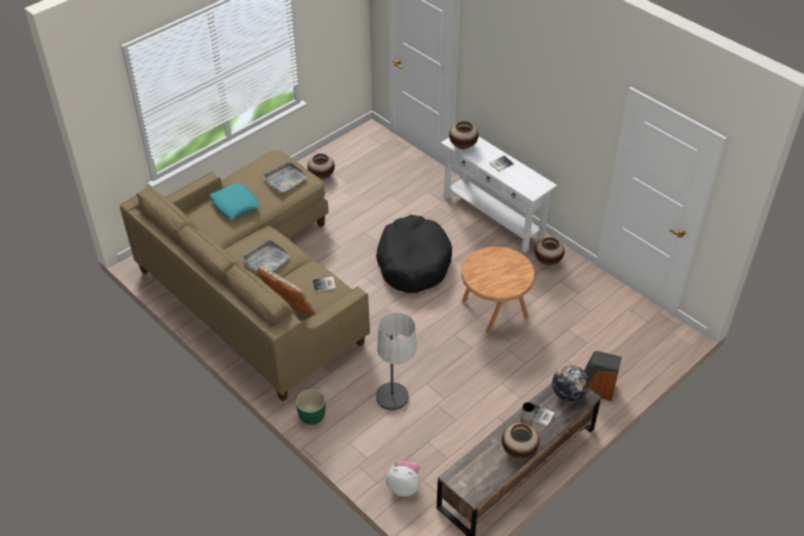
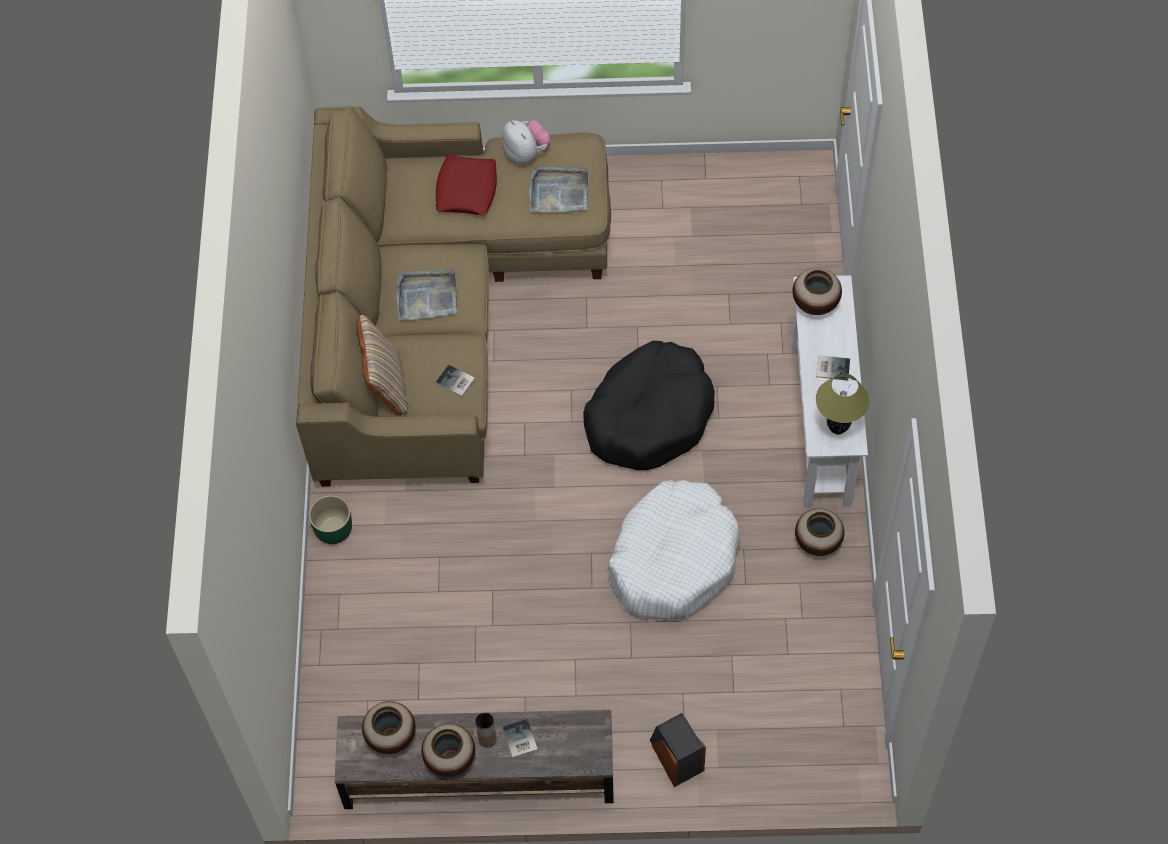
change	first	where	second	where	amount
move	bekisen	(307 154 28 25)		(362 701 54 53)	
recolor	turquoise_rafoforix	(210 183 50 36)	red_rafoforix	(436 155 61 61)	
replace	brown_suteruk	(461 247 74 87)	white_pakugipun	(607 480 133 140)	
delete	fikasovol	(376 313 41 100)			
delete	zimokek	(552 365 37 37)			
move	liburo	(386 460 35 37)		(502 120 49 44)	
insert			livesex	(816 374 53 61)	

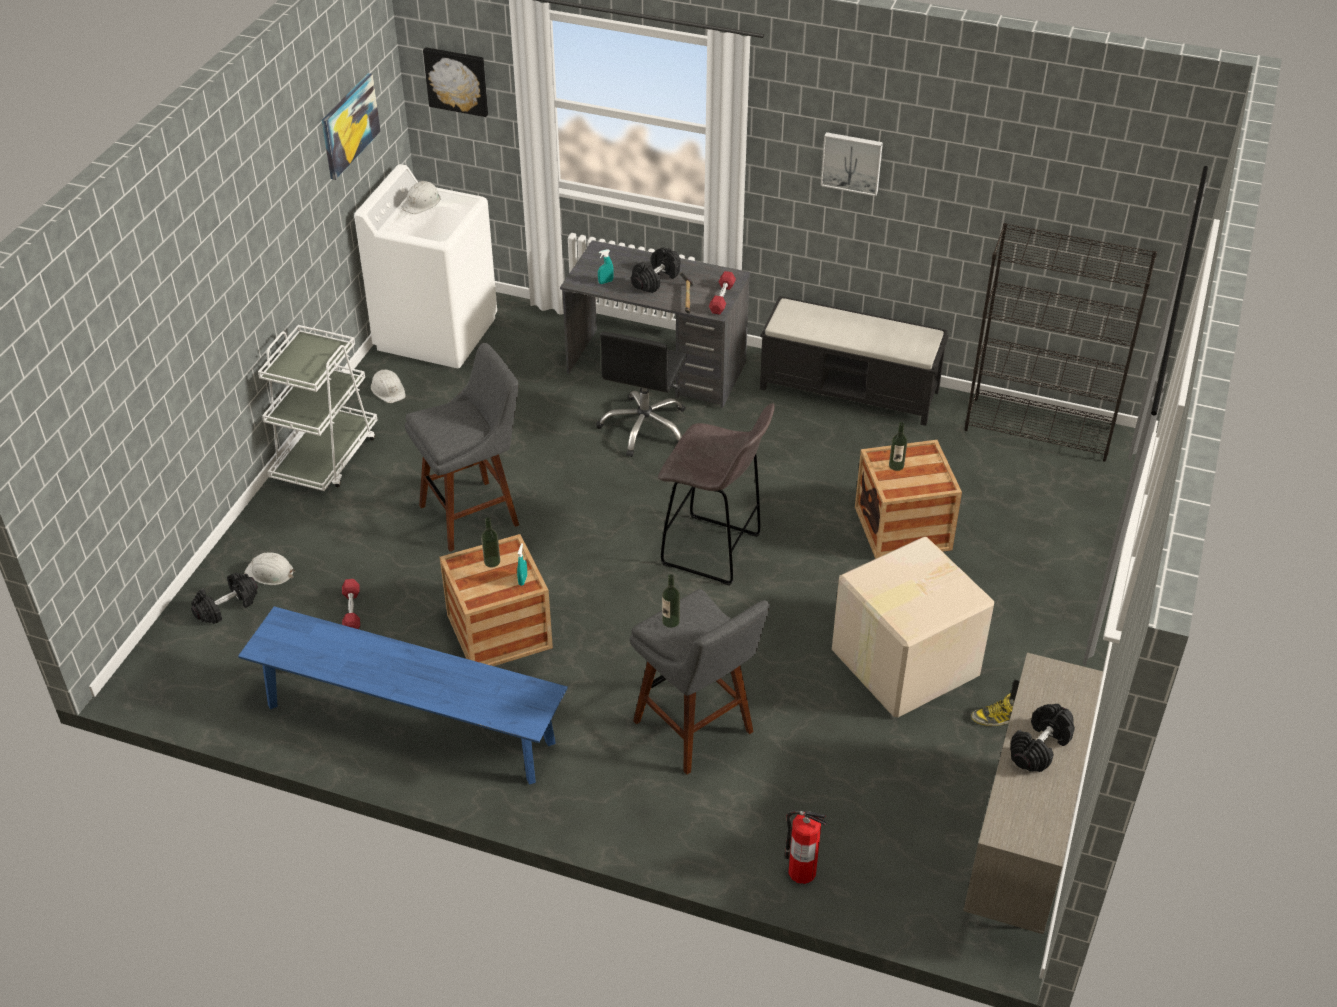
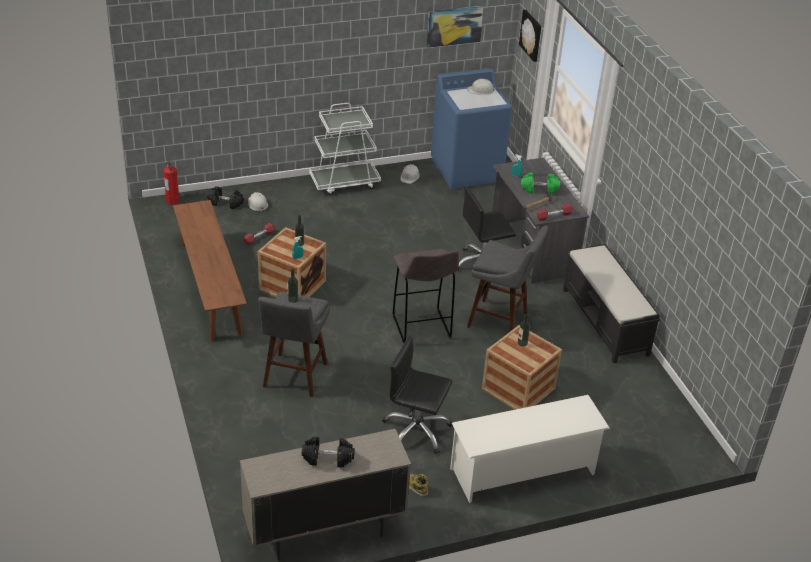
change	first	where	second	where	amount
delete	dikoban	(821 132 62 64)			
recolor	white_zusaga	(354 164 143 204)	blue_zusaga	(431 68 81 121)	
delete	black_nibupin	(965 223 192 239)			
recolor	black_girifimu	(631 247 50 46)	green_girifimu	(521 173 39 22)	
move	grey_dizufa	(405 343 114 208)		(467 226 81 105)	
replace	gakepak	(832 537 162 180)	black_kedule	(382 335 70 119)	
recolor	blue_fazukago	(238 606 330 179)	brown_fazukago	(173 200 74 141)	
move	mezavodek	(785 810 42 74)		(163 161 16 44)	
insert			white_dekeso	(450 395 160 108)	

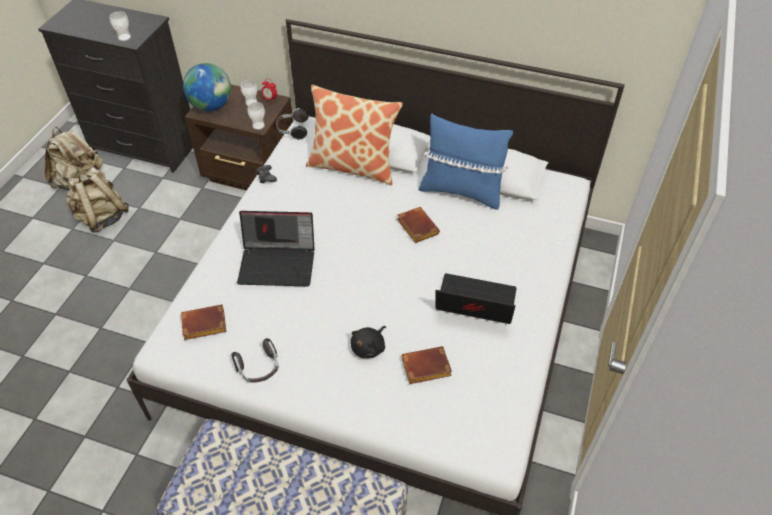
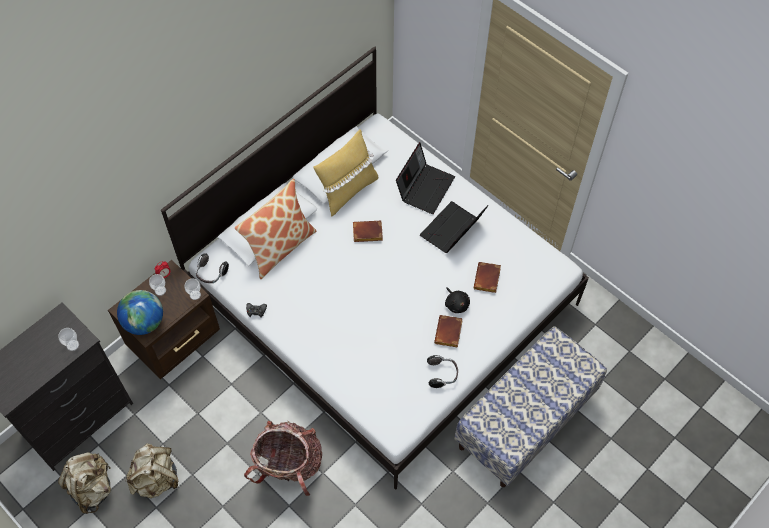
change	first	where	second	where	amount
recolor	blue_rafoforix	(419 113 94 97)	yellow_rafoforix	(313 129 65 88)	
move	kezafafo	(237 211 78 75)		(396 142 59 72)	
move	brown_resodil	(181 305 45 35)		(434 315 29 33)	
insert			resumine	(244 421 78 75)	

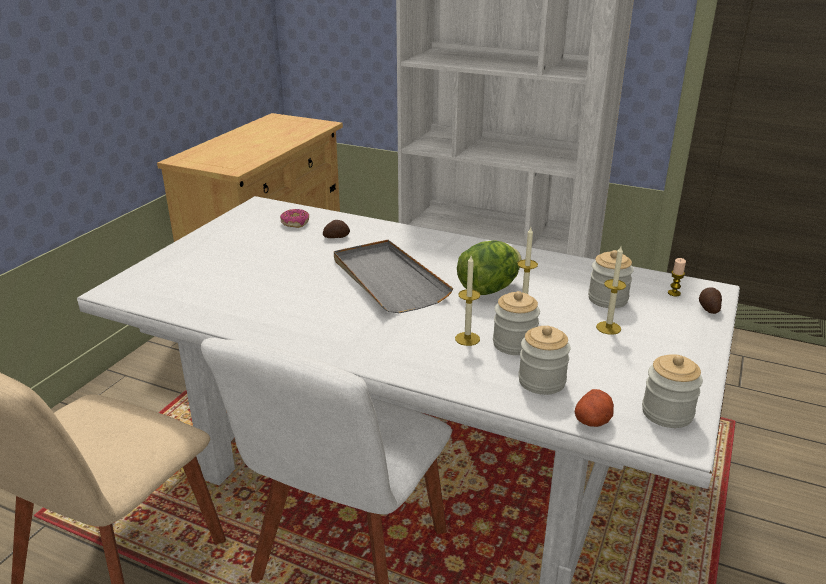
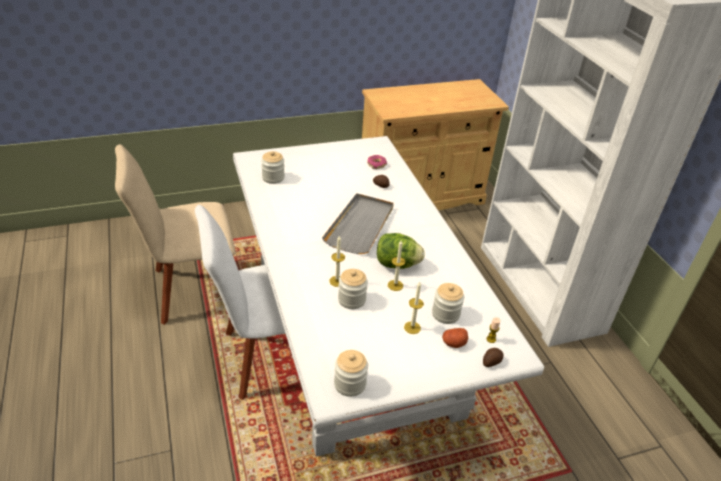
change	first	where	second	where	amount
move	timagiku	(518 326 53 69)		(261 151 24 33)	
move	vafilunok	(575 389 39 38)		(442 328 27 20)	

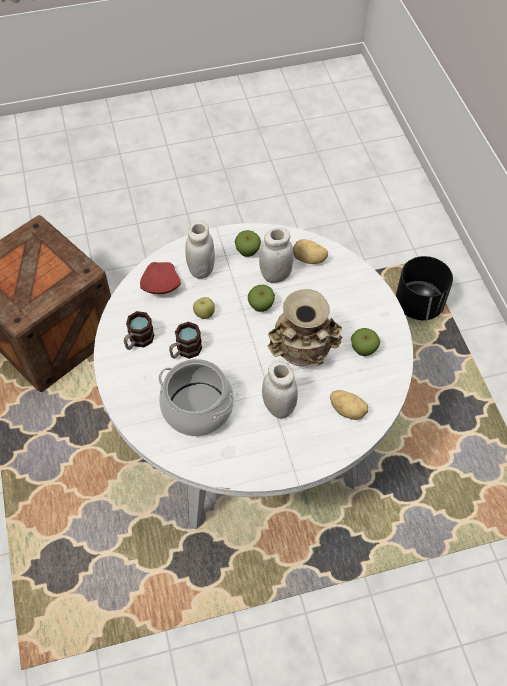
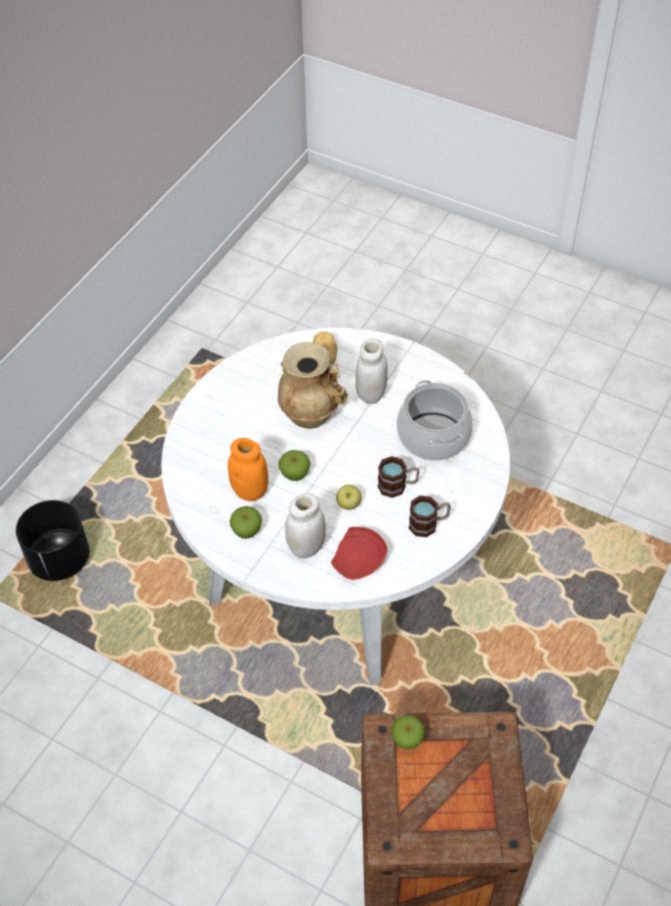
change	first	where	second	where	amount
recolor	white_timagiku	(259 228 35 55)	orange_timagiku	(228 438 40 63)	
delete	vafilunok	(293 239 35 25)			
move	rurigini	(351 328 29 28)		(391 715 34 34)	

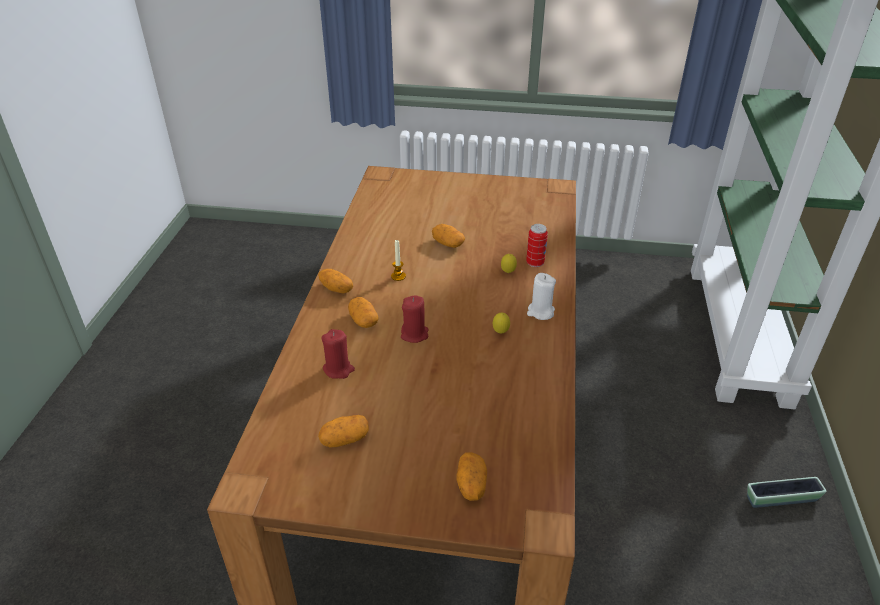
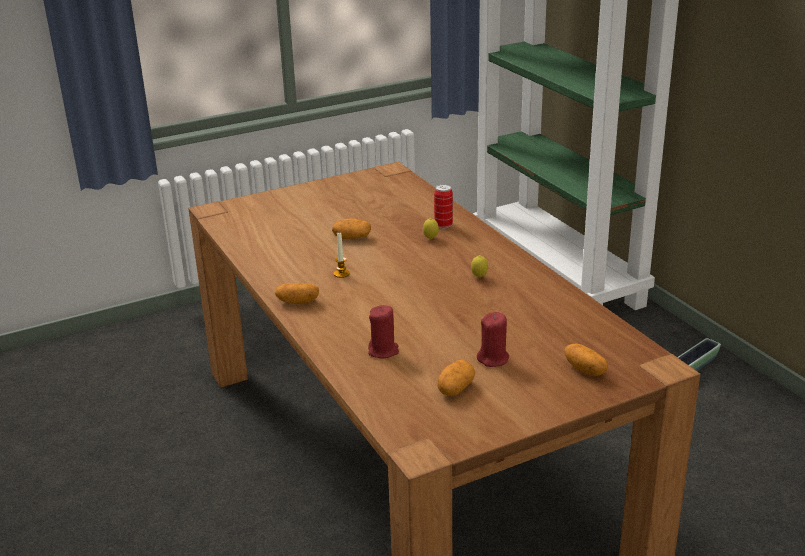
change	first	where	second	where	amount
delete	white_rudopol	(527 273 29 47)			
move	red_rudopol	(401 295 28 48)		(477 312 32 55)	
delete	vafilunok	(348 297 30 31)			

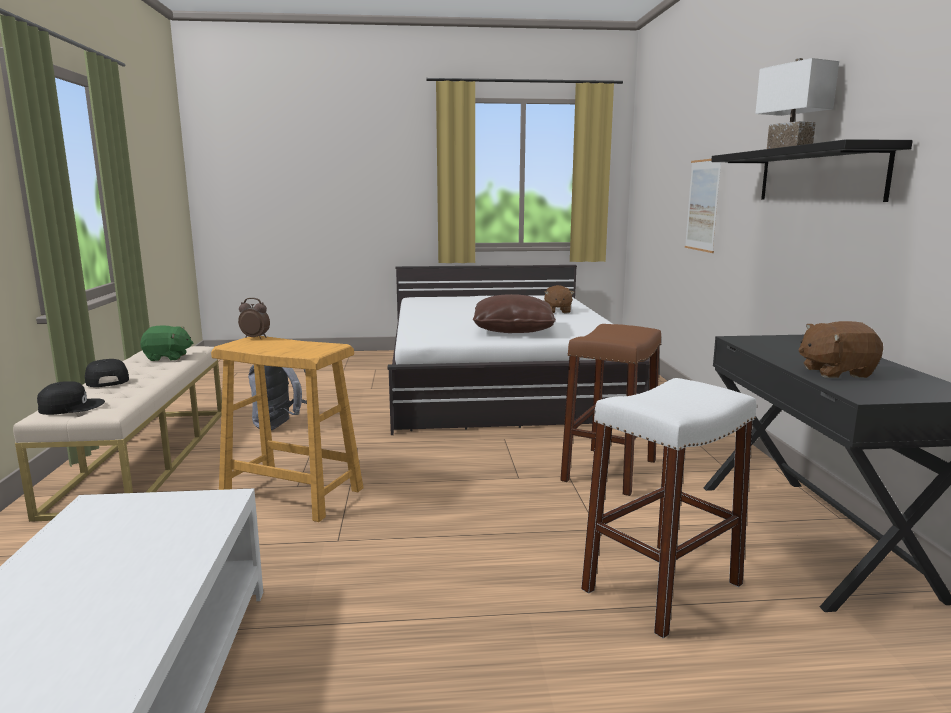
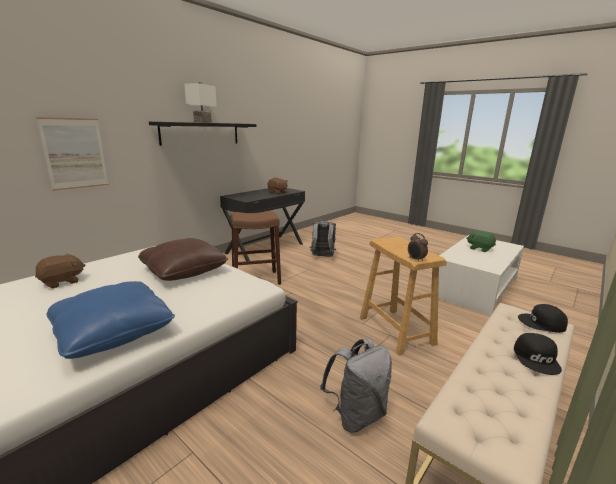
change	first	where	second	where	amount
move	green_liburo	(140 325 53 36)		(466 231 30 21)	
replace	white_dizufa	(581 378 175 260)	grey_resumine	(310 221 26 36)	
insert			blue_rafoforix	(46 281 129 78)	

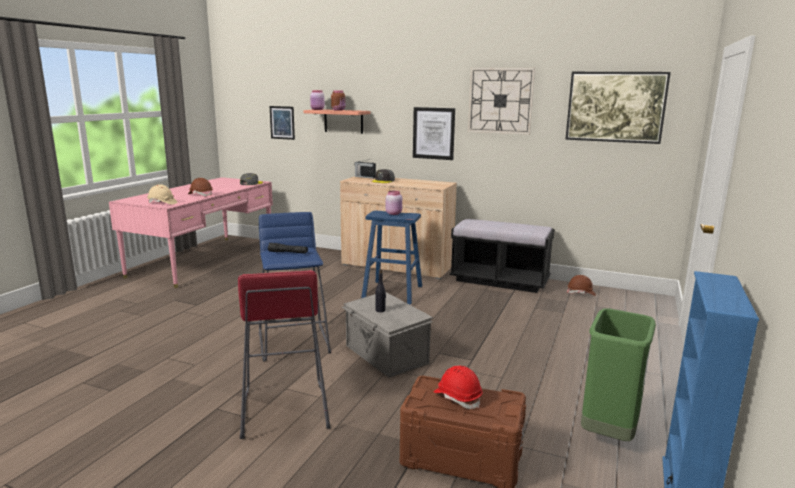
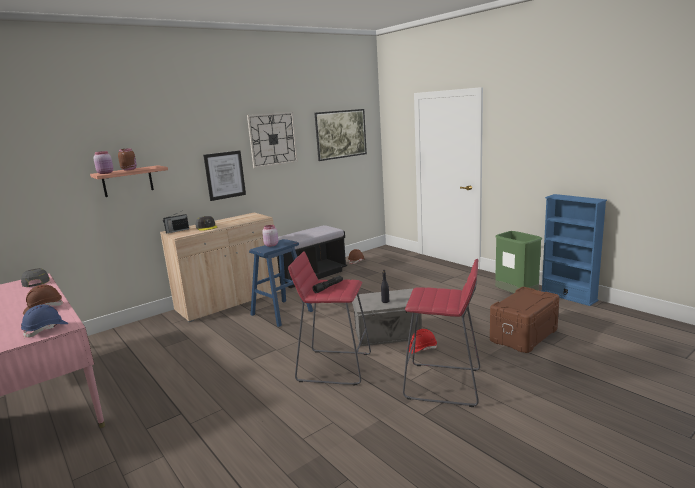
change	first	where	second	where	amount
delete	dikoban	(270 106 25 34)			
recolor	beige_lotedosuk	(147 184 30 21)	blue_lotedosuk	(21 305 48 34)	
recolor	blue_dizufa	(259 212 72 150)	red_dizufa	(288 251 83 134)	
move	red_lotedosuk	(434 365 49 44)		(409 329 28 25)	

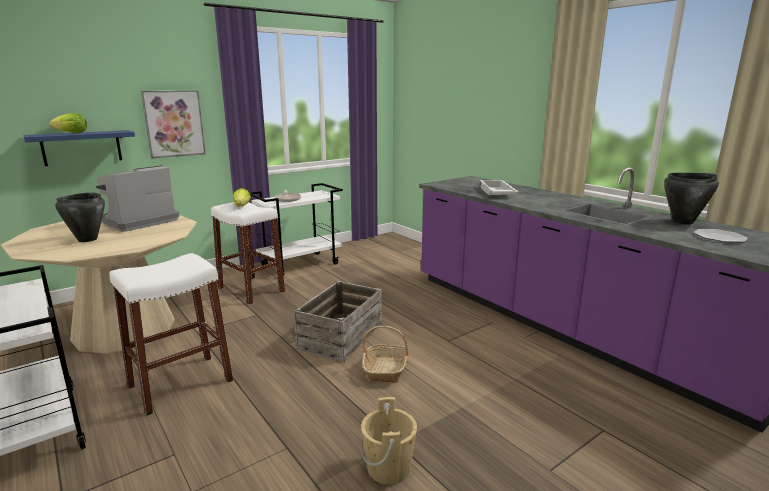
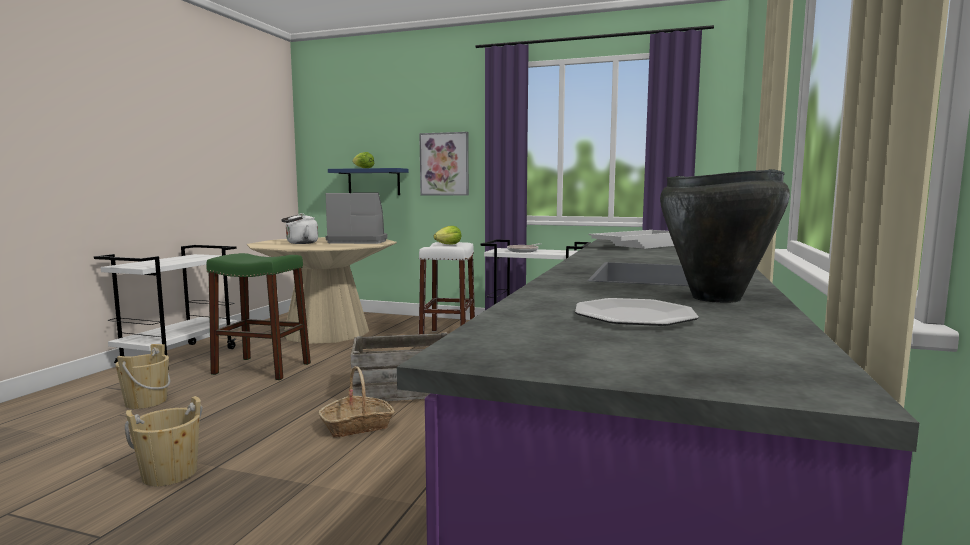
change	first	where	second	where	amount
replace	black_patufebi	(55 193 50 49)	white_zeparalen	(281 213 37 31)	
recolor	white_dizufa	(110 253 123 163)	green_dizufa	(206 253 105 127)	
insert			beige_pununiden	(115 344 55 65)	

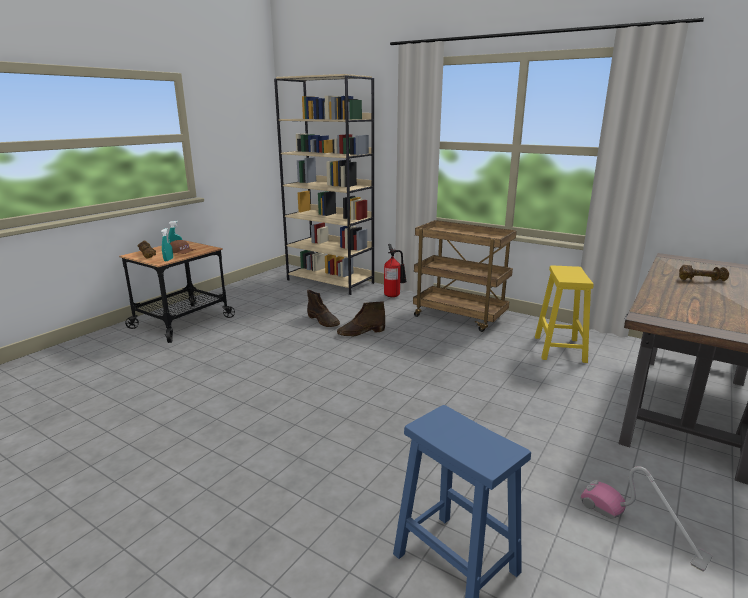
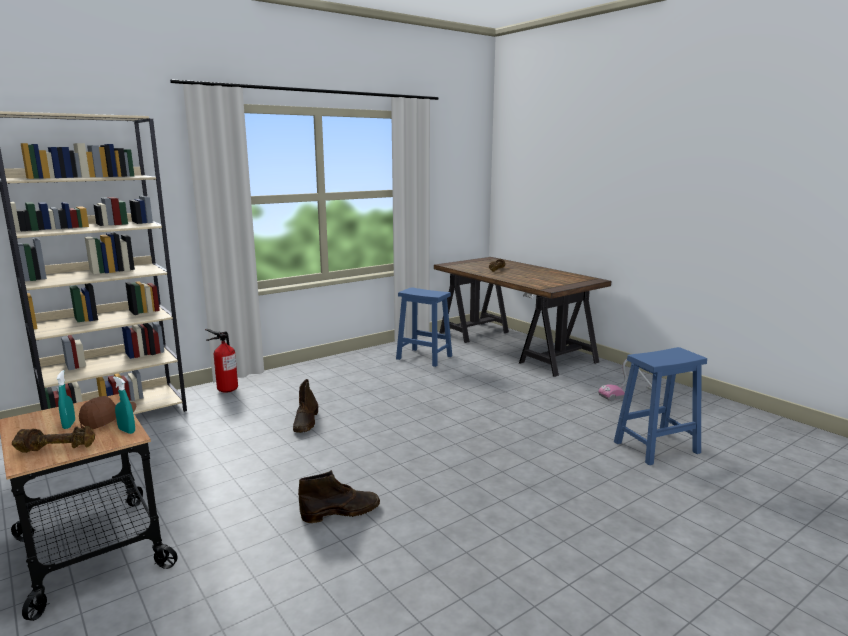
change	first	where	second	where	amount
delete	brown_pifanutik	(413 220 104 112)			
recolor	yellow_dizufa	(535 265 59 98)	blue_dizufa	(396 287 56 80)	
move	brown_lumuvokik	(307 290 33 37)		(298 470 82 53)	

